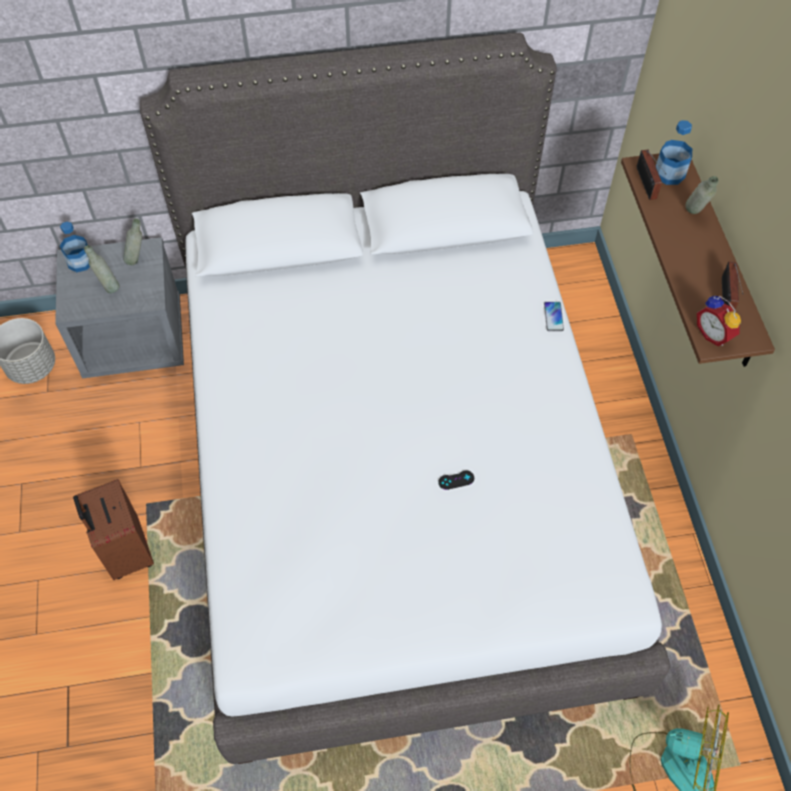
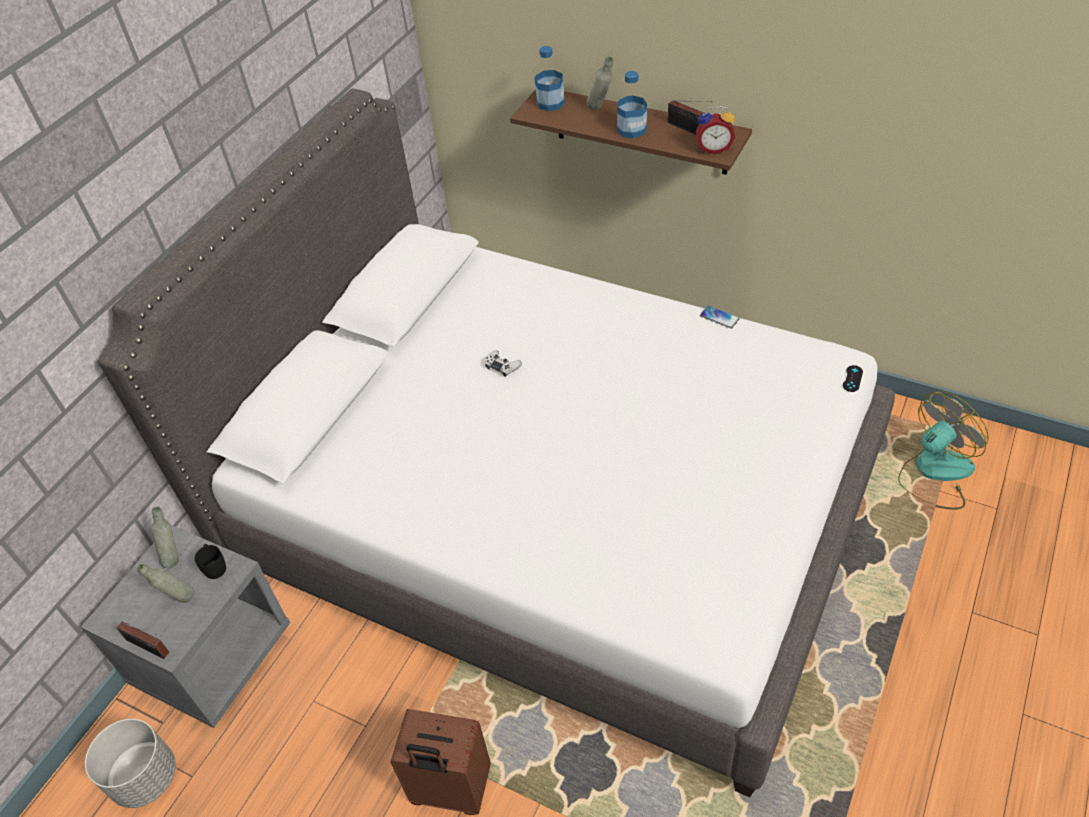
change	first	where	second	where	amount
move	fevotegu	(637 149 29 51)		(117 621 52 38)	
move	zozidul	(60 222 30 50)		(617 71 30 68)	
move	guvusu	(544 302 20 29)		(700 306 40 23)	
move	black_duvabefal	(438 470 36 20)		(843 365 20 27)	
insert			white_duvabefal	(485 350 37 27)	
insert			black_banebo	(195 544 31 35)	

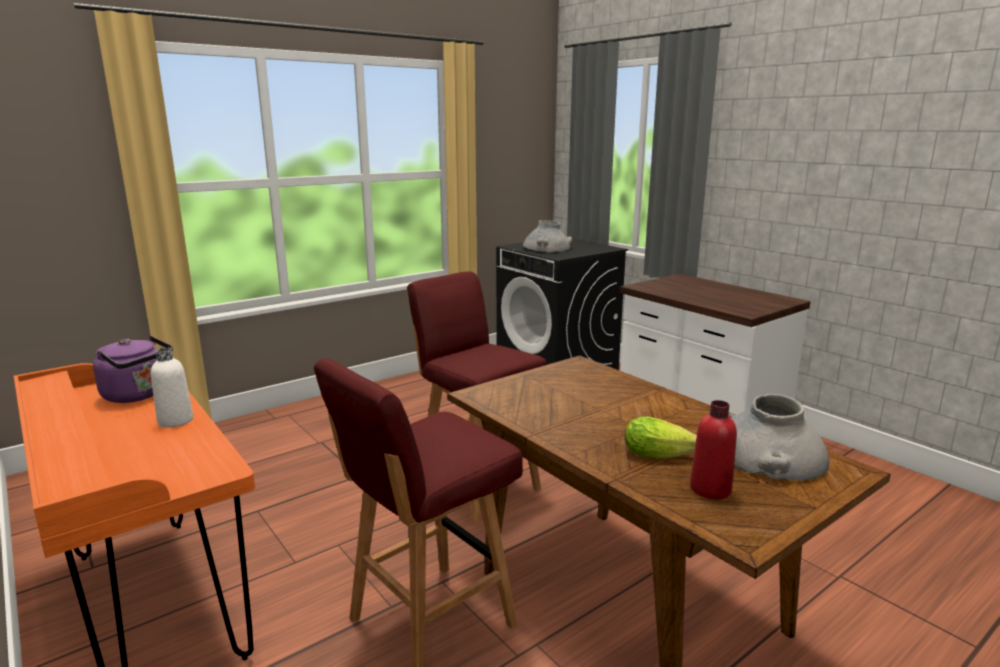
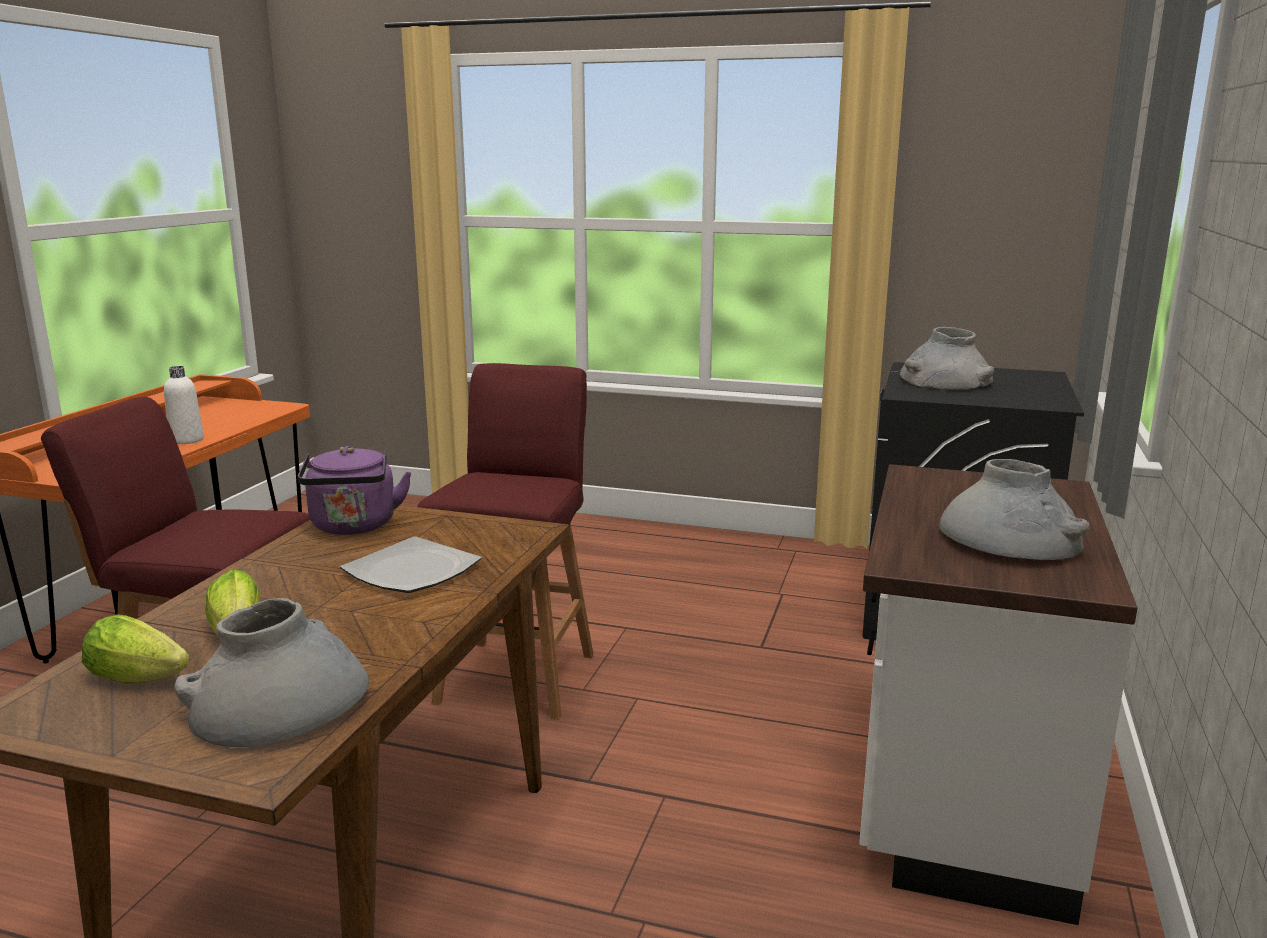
change	first	where	second	where	amount
move	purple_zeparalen	(93 336 80 67)		(298 446 114 89)	
replace	red_zozidul	(690 400 47 99)	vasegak	(82 614 107 70)	
insert			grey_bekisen	(939 459 151 101)	
insert			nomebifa	(340 536 141 57)	

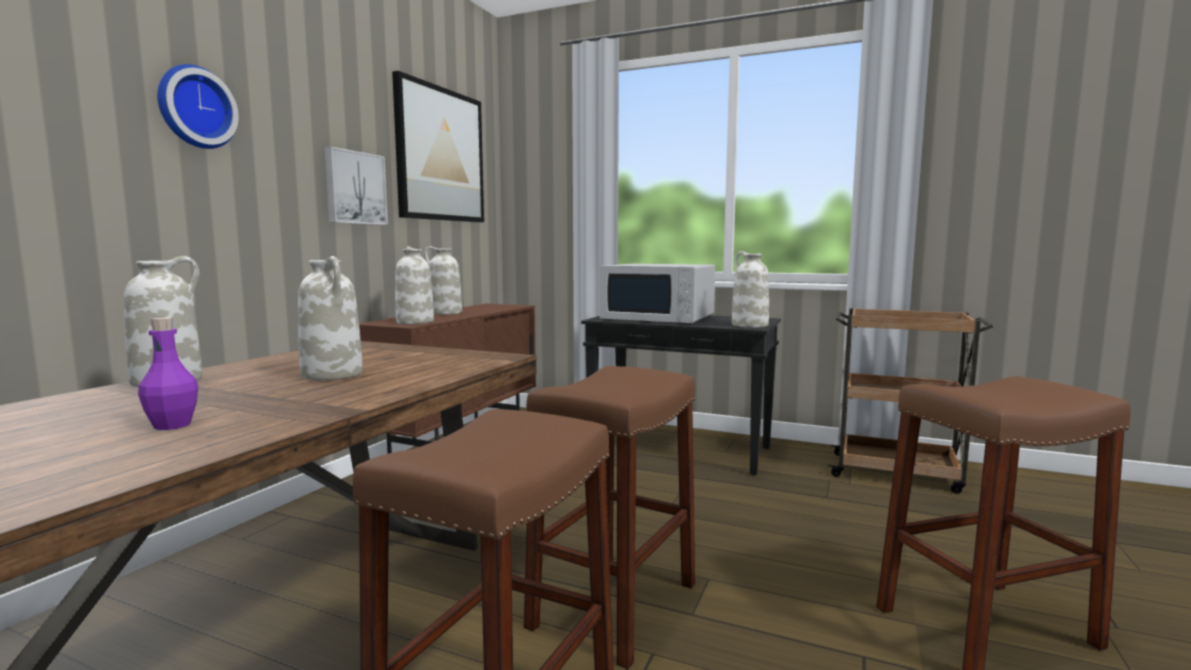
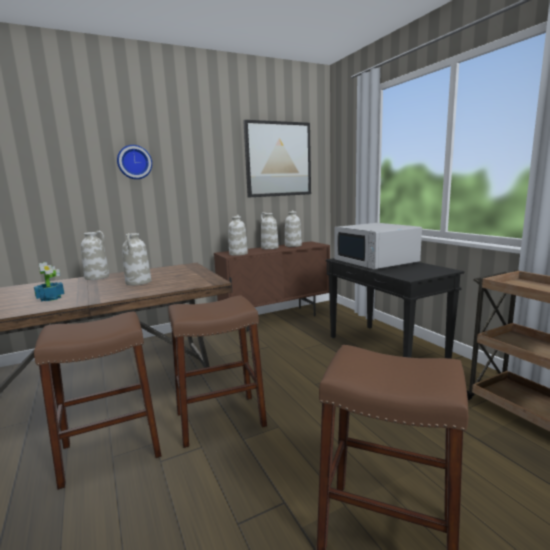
change	first	where	second	where	amount
delete	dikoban	(324 147 64 78)			
move	white_bekisen	(732 251 37 77)		(285 210 17 37)	
replace	purple_zozidul	(138 318 60 112)	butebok	(34 262 30 39)	

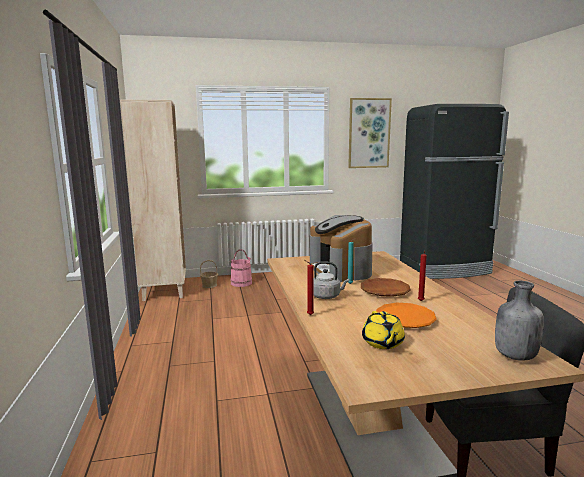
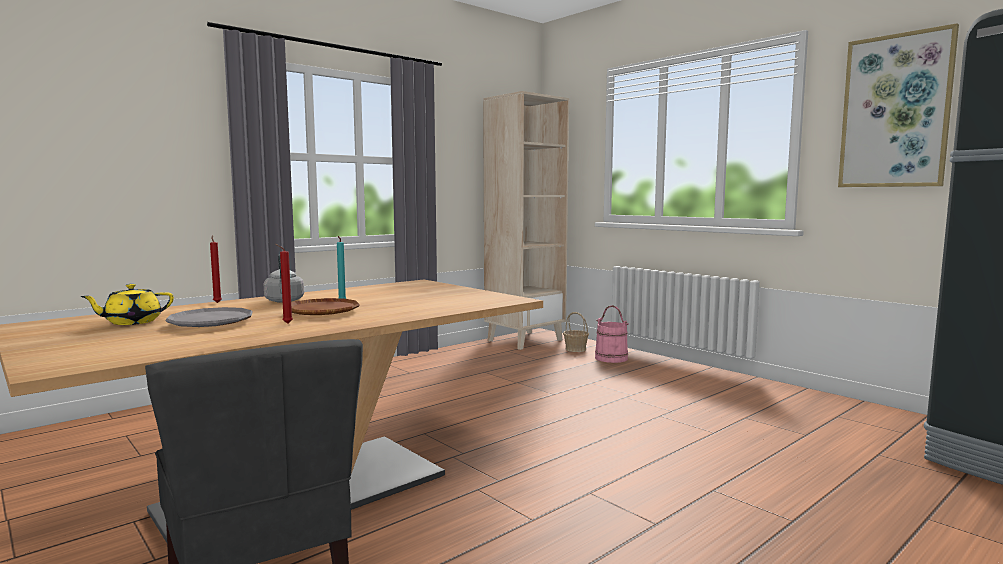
change	first	where	second	where	amount
delete	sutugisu	(310 215 62 67)			
delete	grey_zozidul	(495 281 49 80)			
recolor	orange_nomebifa	(376 303 61 25)	grey_nomebifa	(165 307 87 20)	

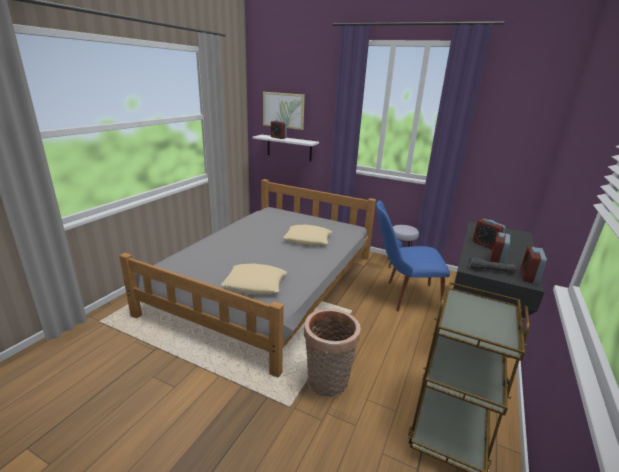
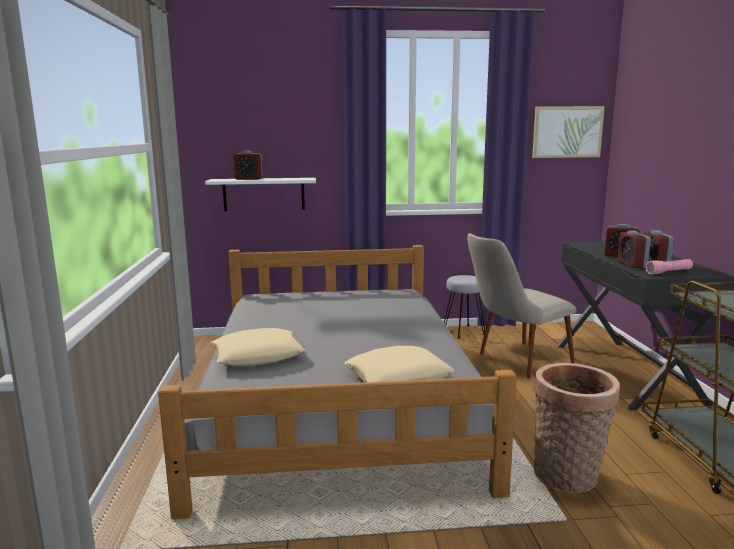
change	first	where	second	where	amount
move	dikoban	(263 92 42 38)		(532 106 73 52)	
recolor	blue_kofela	(376 200 74 111)	beige_kofela	(467 233 110 146)	
move	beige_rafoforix	(283 225 49 21)		(211 328 94 38)	
move	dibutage	(520 246 27 38)		(617 230 34 38)	
recolor	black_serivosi	(468 258 48 15)	pink_serivosi	(645 259 48 16)	

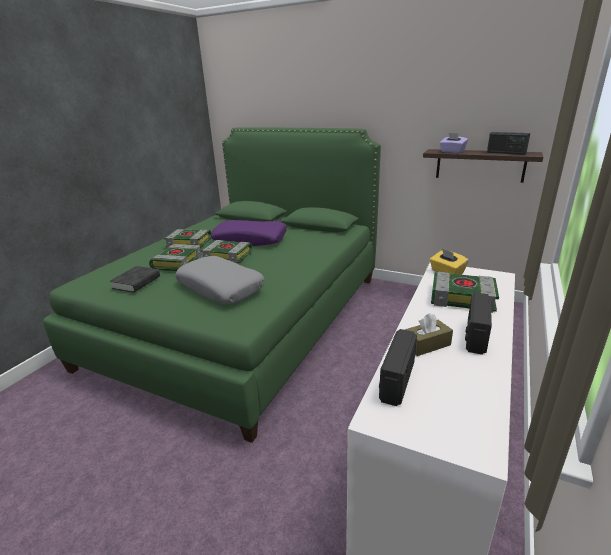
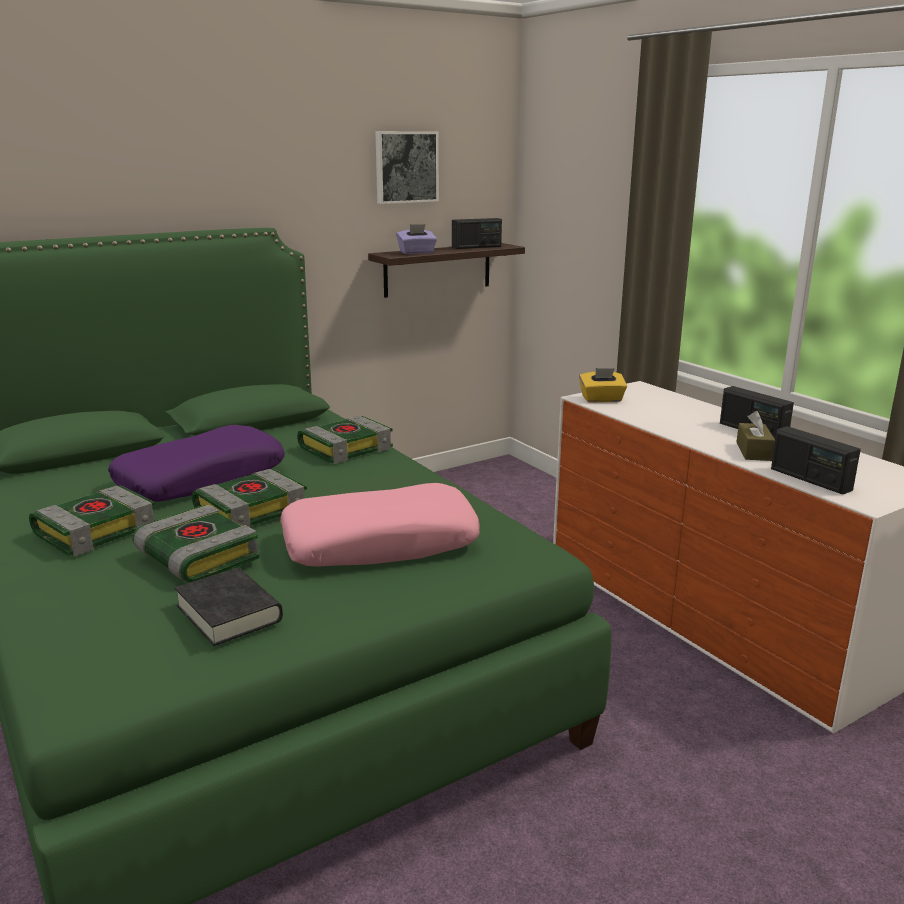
change	first	where	second	where	amount
recolor	grey_rafoforix	(175 256 90 48)	pink_rafoforix	(280 483 200 84)	
move	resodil	(431 272 68 41)		(297 416 96 48)	
insert			dikoban	(375 131 64 73)	

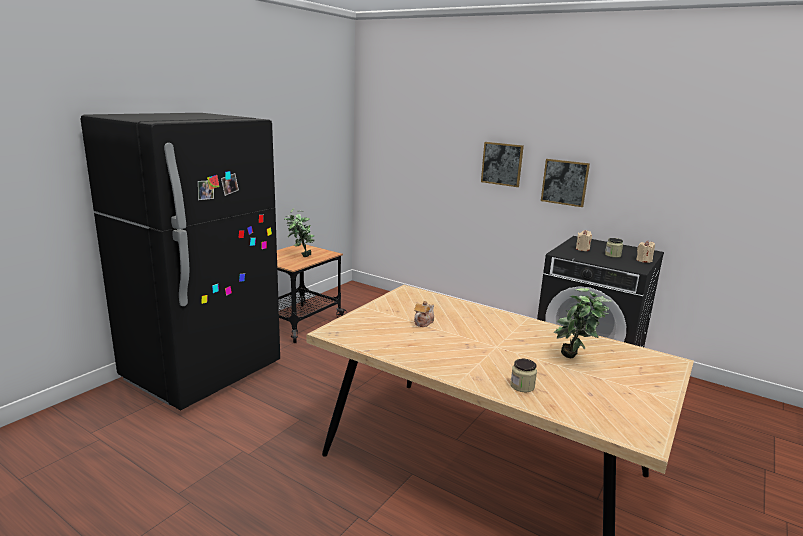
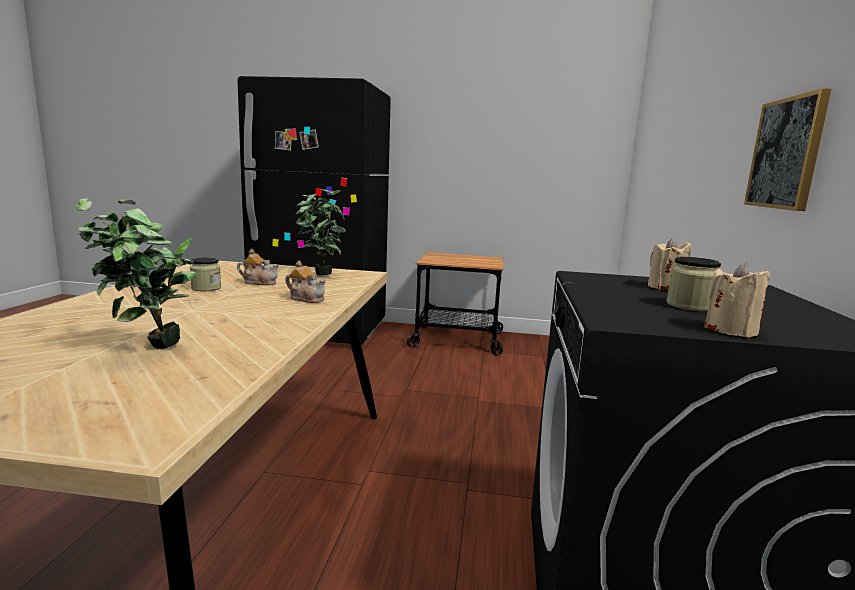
change	first	where	second	where	amount
delete	dikoban	(481 142 43 45)			
move	butebok	(284 208 31 49)		(295 189 51 86)	
move	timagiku	(510 359 27 33)		(190 257 31 34)	
insert			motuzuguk	(285 261 41 42)	

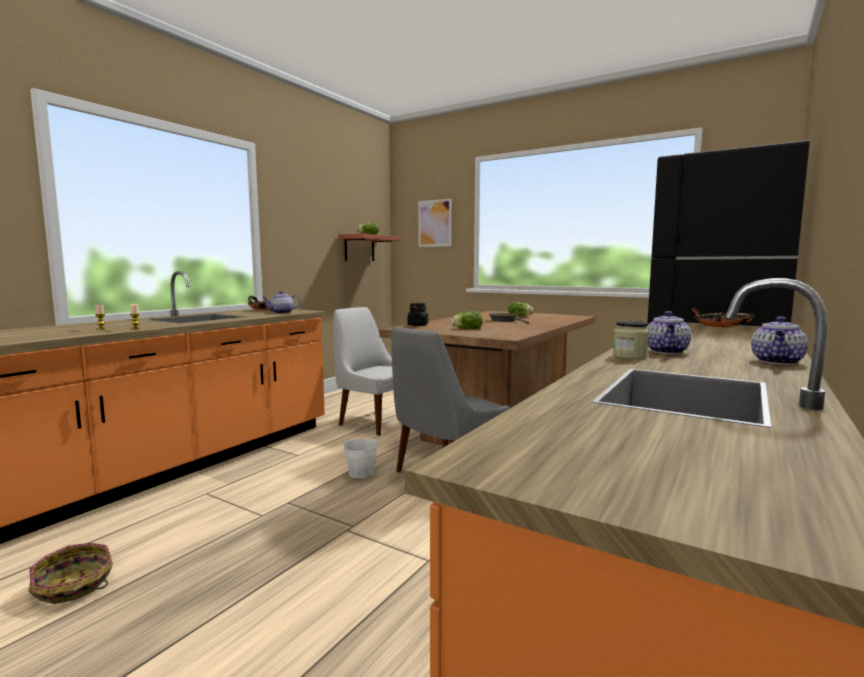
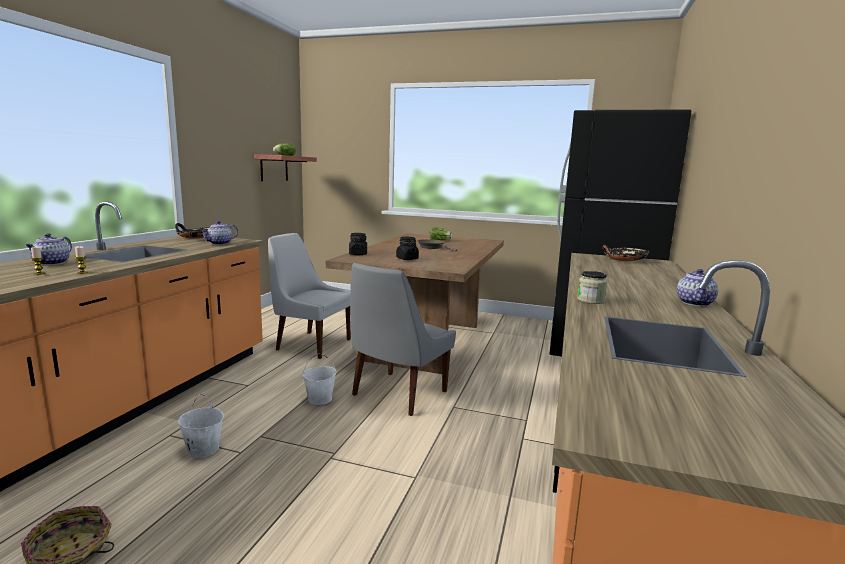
change	first	where	second	where	amount
delete	dikoban	(418 199 33 48)			
replace	vasegak	(451 311 32 18)	black_timagiku	(396 237 23 23)	
move	motuzuguk	(646 311 45 43)		(26 233 46 32)	
insert			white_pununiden	(178 394 46 64)	

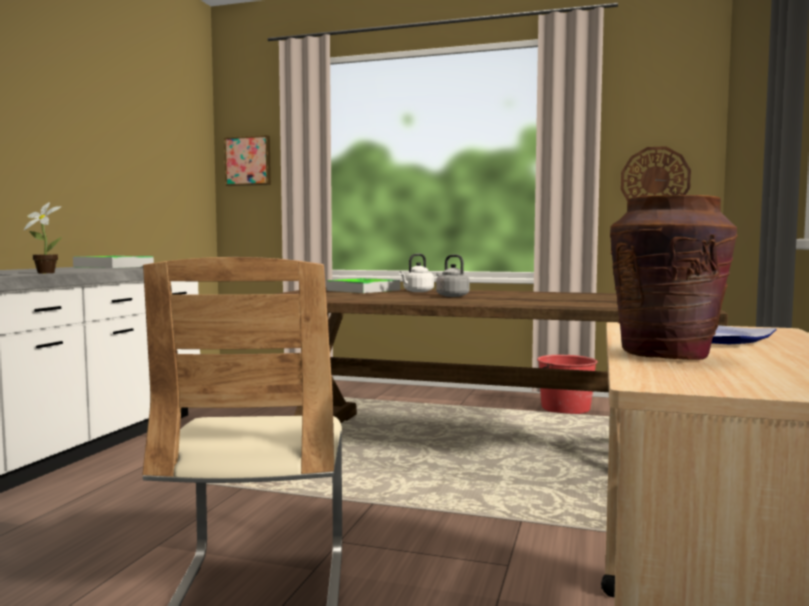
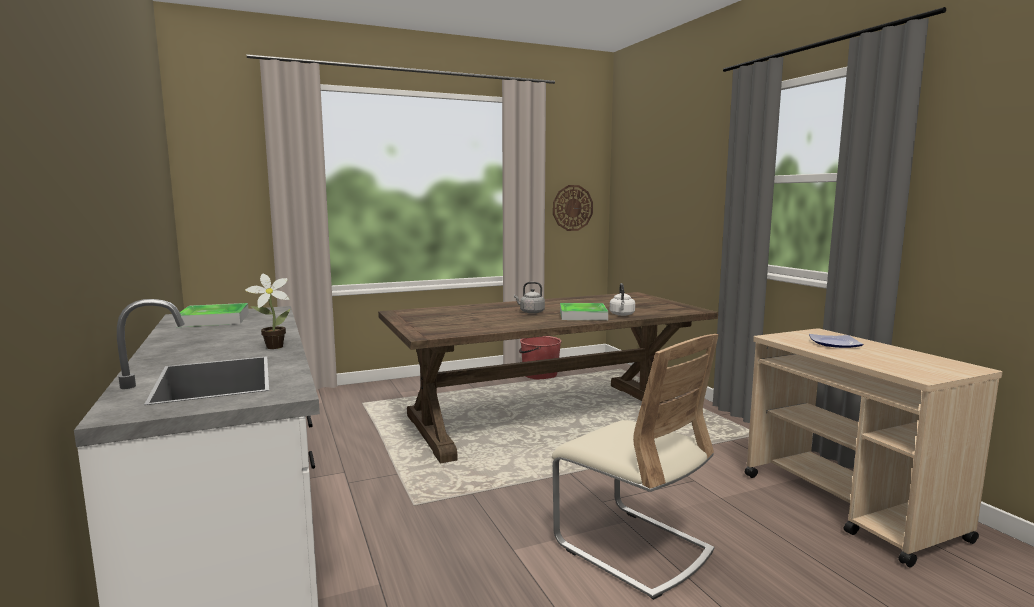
change	first	where	second	where	amount
delete	dikoban	(224 135 47 51)			
delete	brown_bekisen	(610 195 128 165)			
move	white_zeparalen	(399 254 35 38)		(610 283 25 33)	
move	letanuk	(326 278 74 15)		(560 303 48 17)	

